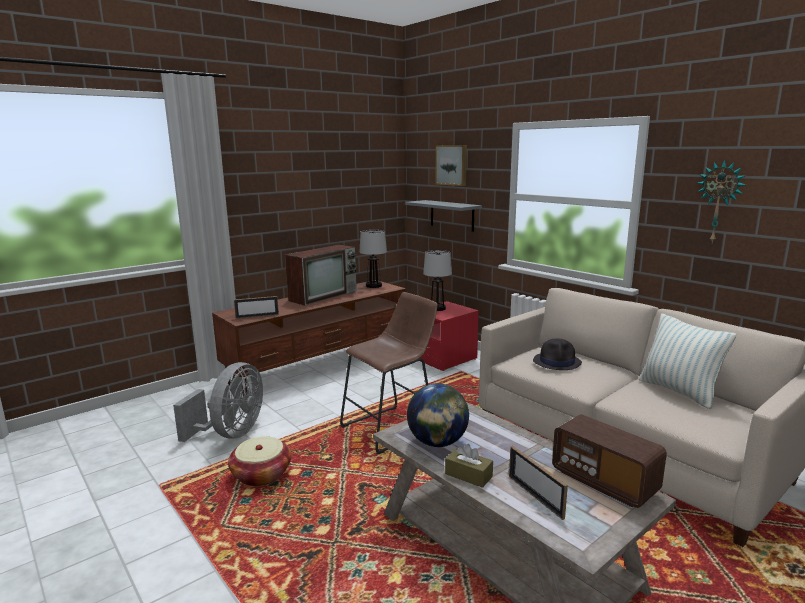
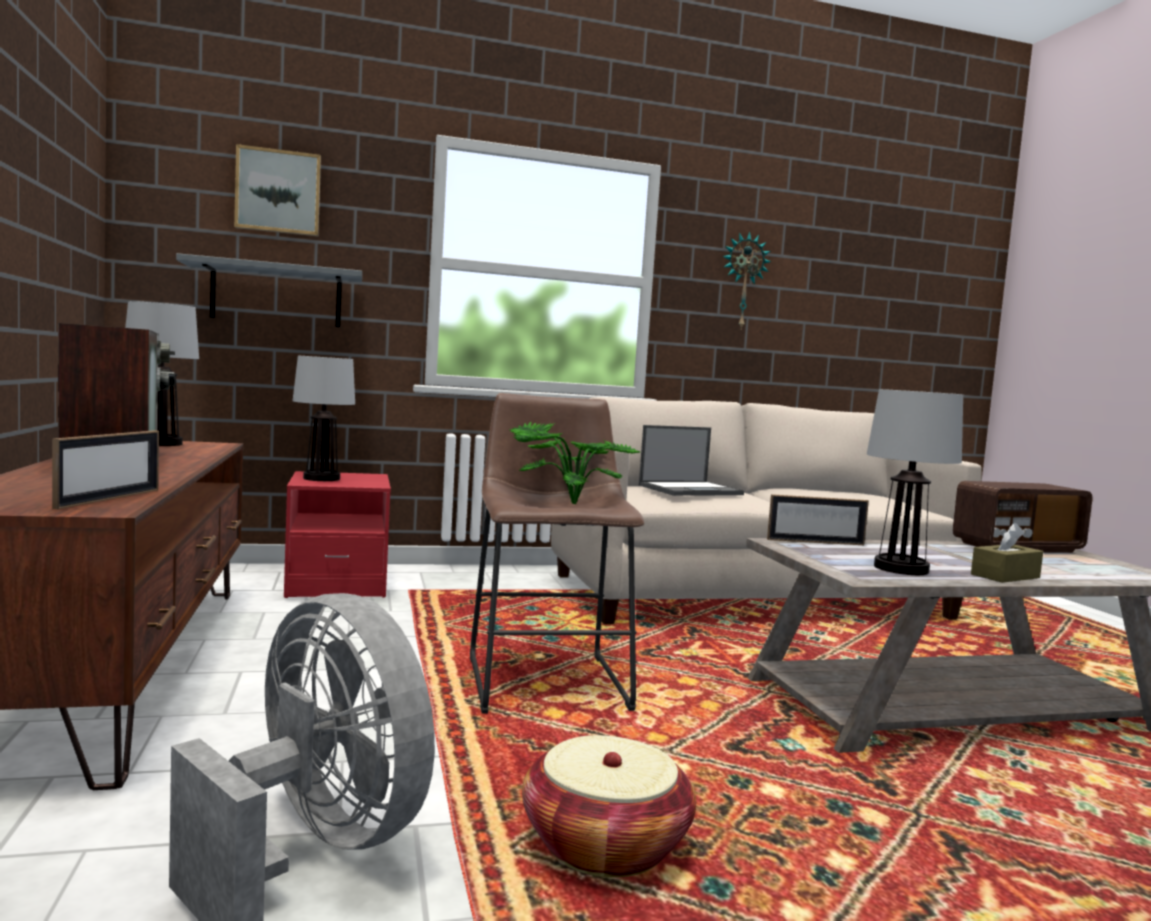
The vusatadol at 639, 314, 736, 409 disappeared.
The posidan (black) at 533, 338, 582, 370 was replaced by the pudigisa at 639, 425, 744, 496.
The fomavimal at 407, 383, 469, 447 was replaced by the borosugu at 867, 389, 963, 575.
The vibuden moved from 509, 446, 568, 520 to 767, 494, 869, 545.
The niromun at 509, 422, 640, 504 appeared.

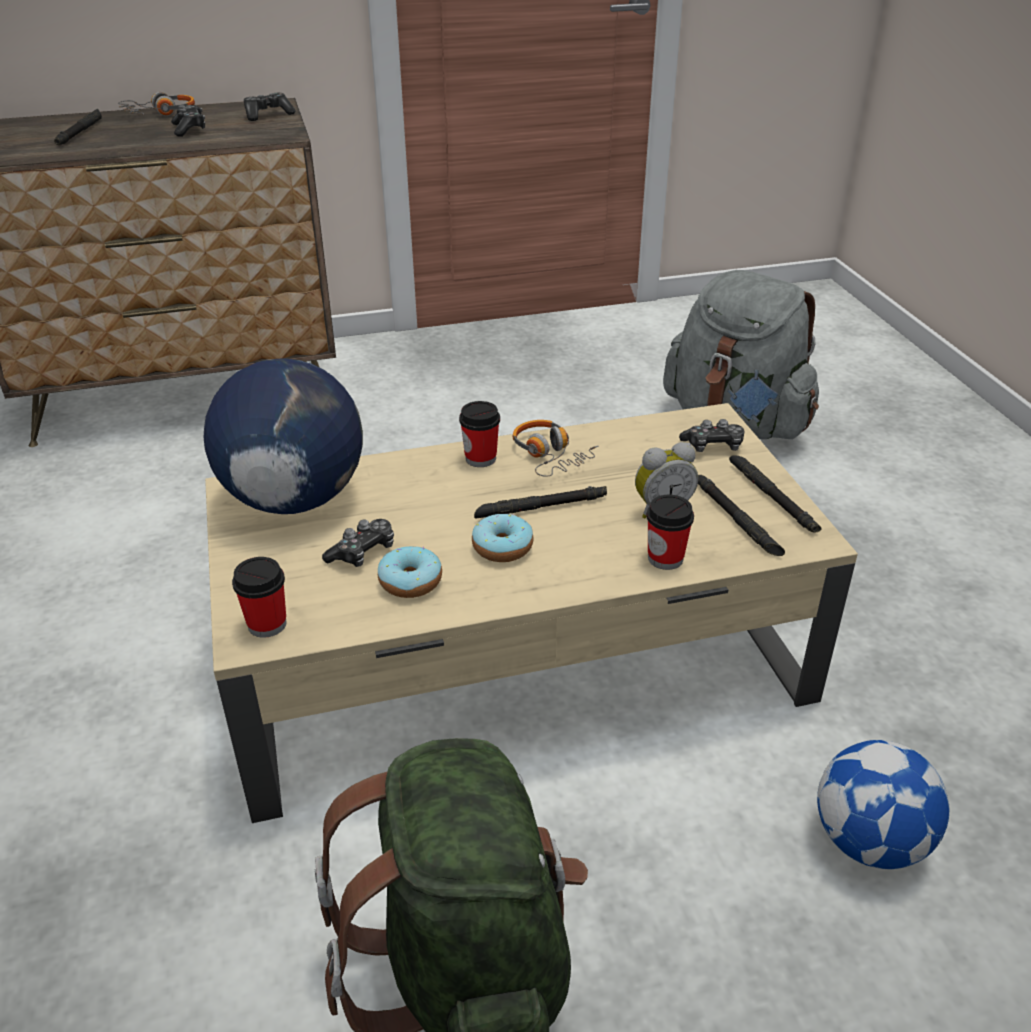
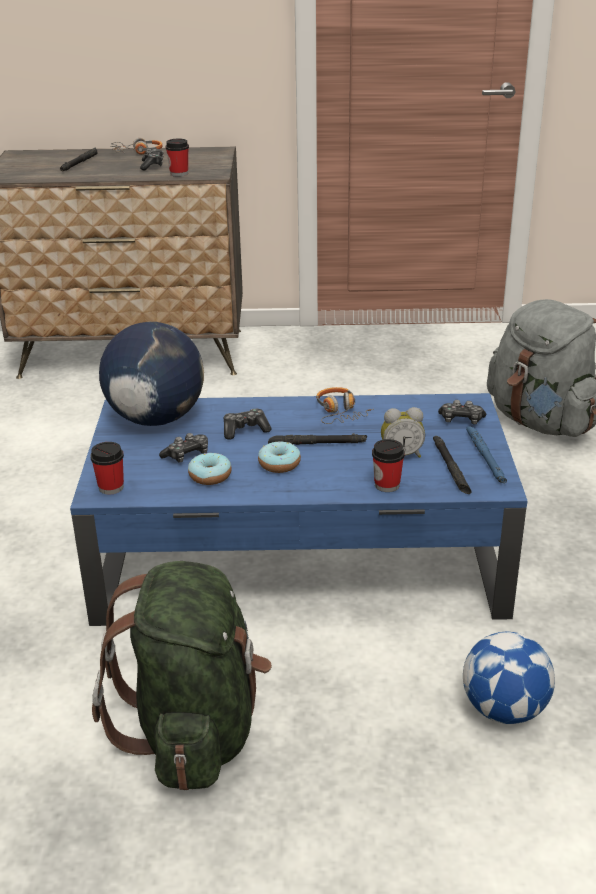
The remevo moved from 244, 93, 296, 121 to 224, 409, 271, 440.
The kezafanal moved from 459, 401, 500, 467 to 165, 139, 189, 177.
The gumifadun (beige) at 205, 403, 858, 823 became the gumifadun (blue) at 70, 393, 527, 626.
The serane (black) at 729, 455, 821, 532 became the serane (blue) at 466, 426, 507, 483.

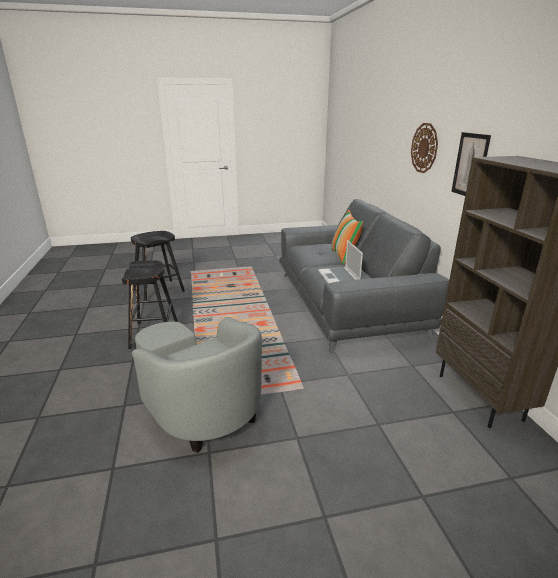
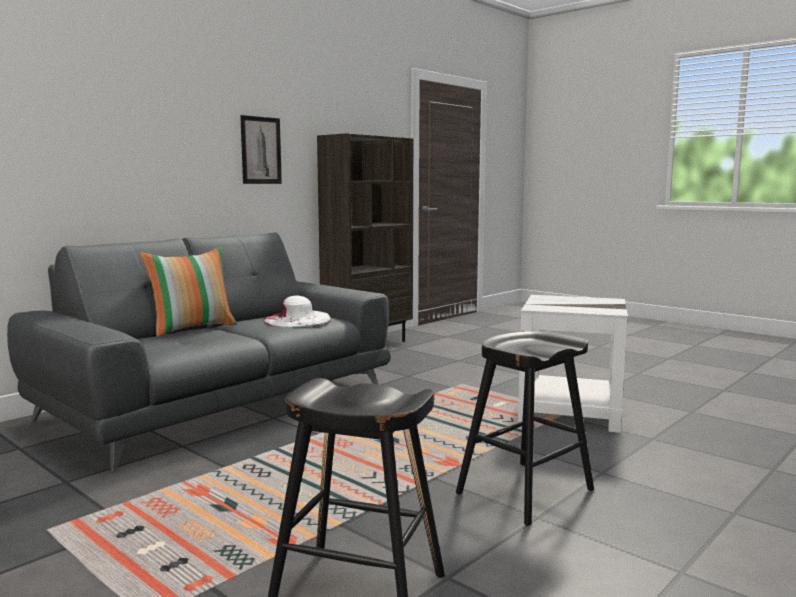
The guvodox at 411, 123, 438, 173 disappeared.
The pudigisa at 318, 240, 363, 283 was replaced by the posidan (white) at 263, 295, 331, 327.
The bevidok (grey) at 132, 317, 262, 453 was replaced by the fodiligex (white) at 518, 295, 628, 433.

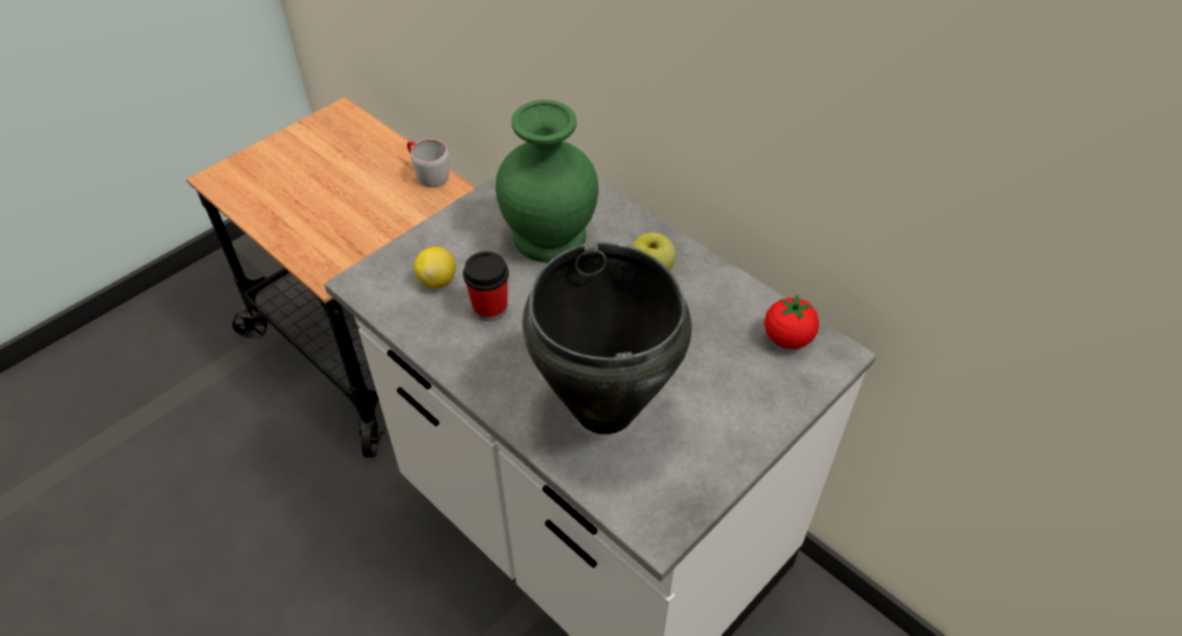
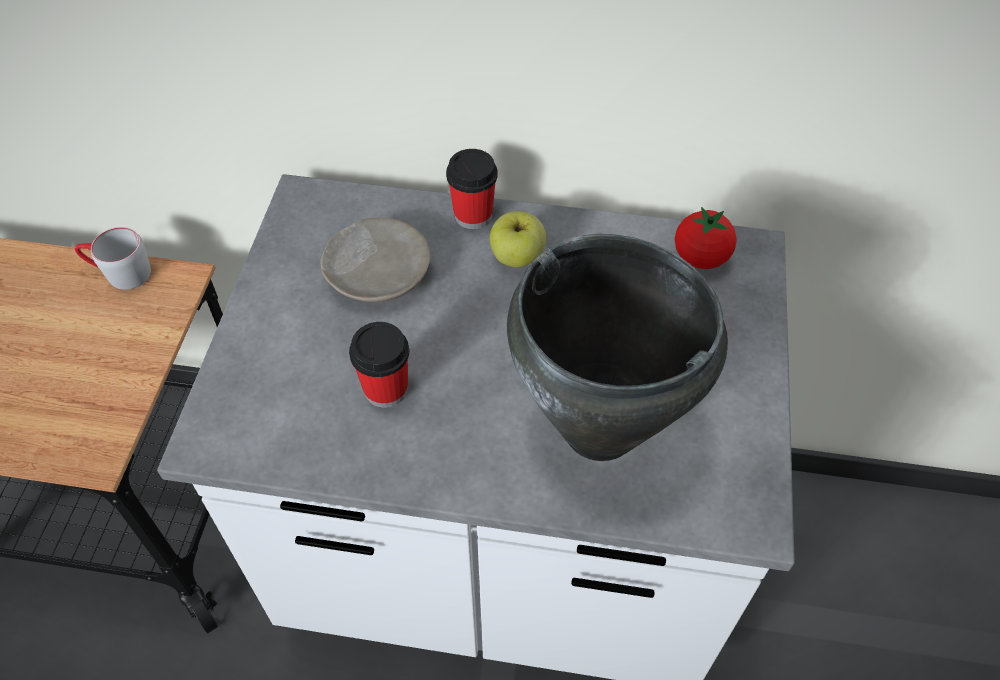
The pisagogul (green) at 495, 100, 599, 263 was replaced by the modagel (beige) at 320, 217, 430, 302.
The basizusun at 414, 247, 456, 289 disappeared.
The kezafanal at 446, 149, 498, 229 appeared.

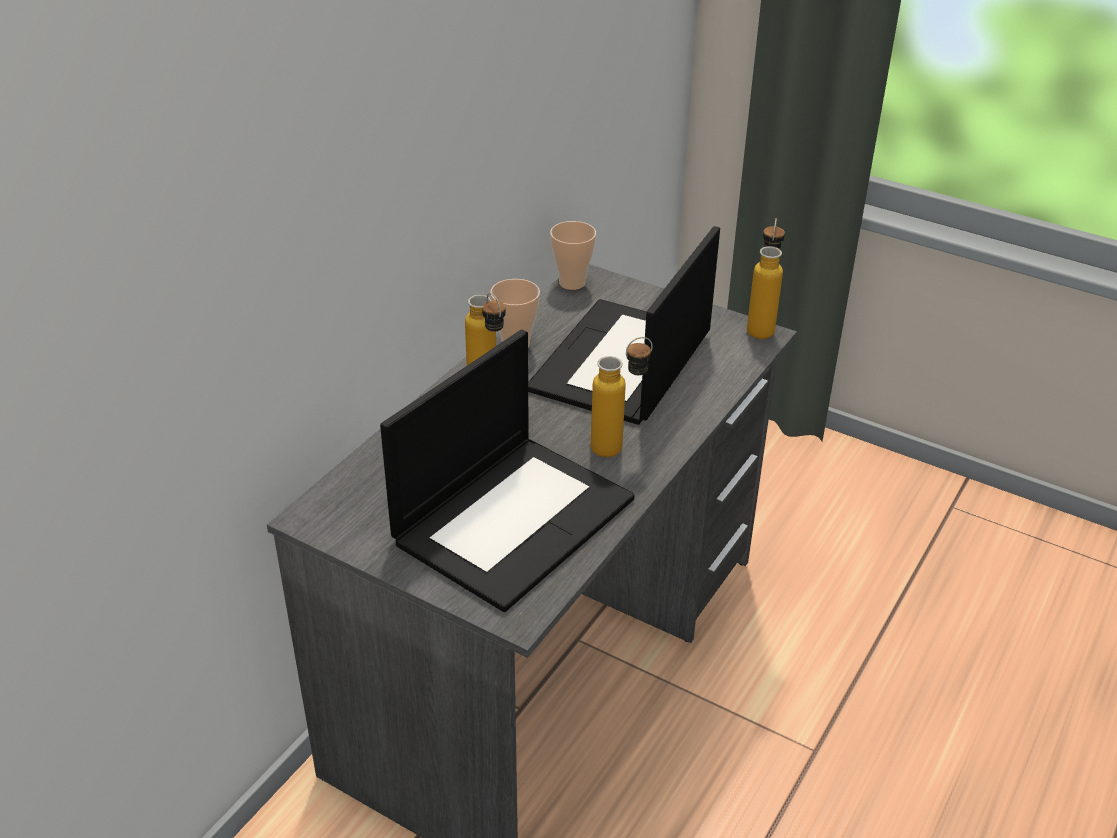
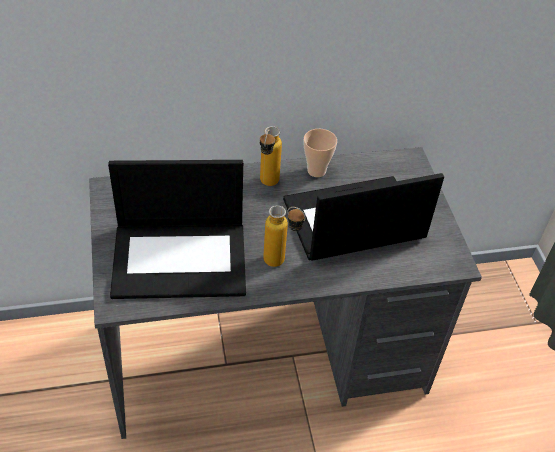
The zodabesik at 747, 218, 785, 339 disappeared.
The kezafanal at 550, 221, 596, 290 disappeared.

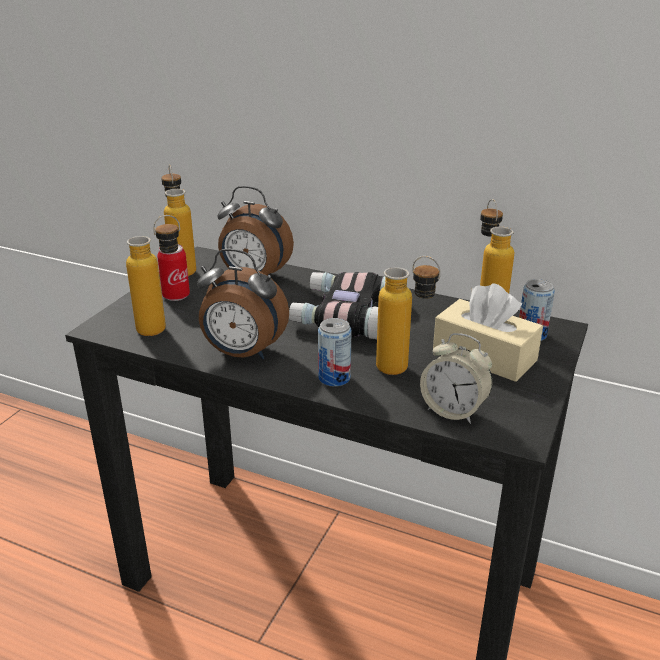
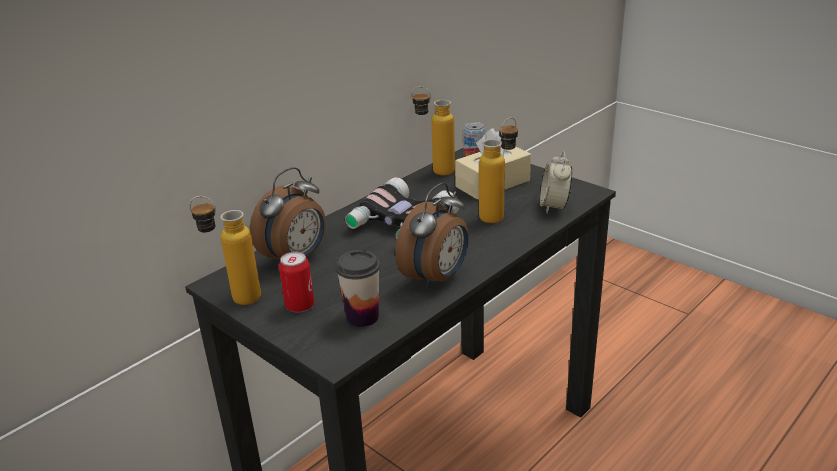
The zodabesik at 126, 215, 180, 336 was replaced by the kezafanal at 336, 250, 380, 327.
The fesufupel at 318, 318, 352, 387 disappeared.
The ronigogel at 420, 333, 493, 424 turned 135 degrees clockwise.

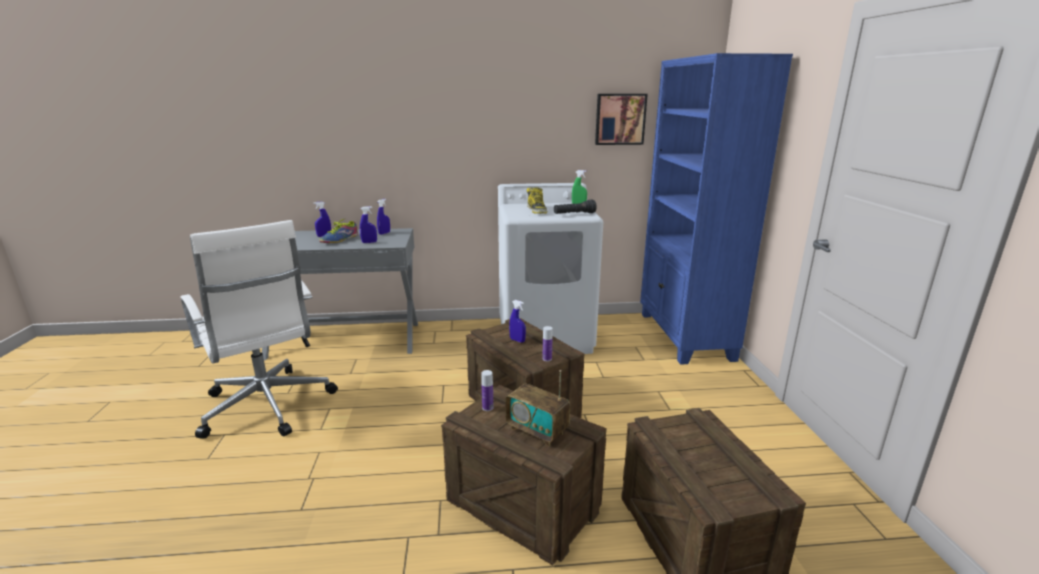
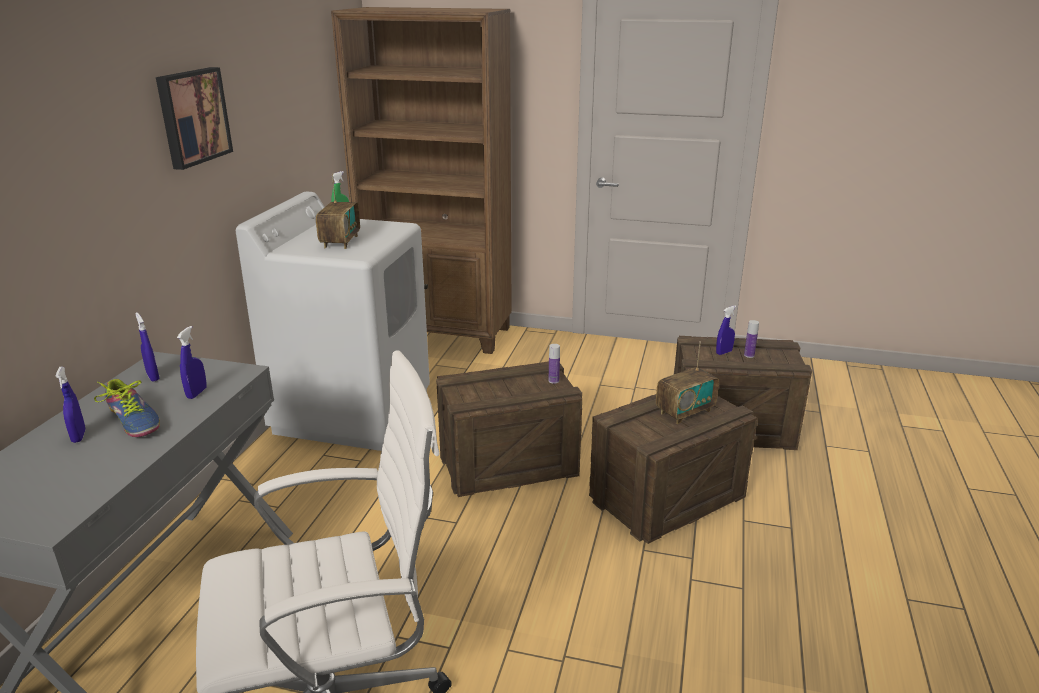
The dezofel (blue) at 640, 53, 793, 365 became the dezofel (brown) at 331, 7, 512, 354.
The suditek moved from 595, 94, 648, 145 to 156, 67, 233, 170.
The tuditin at 527, 187, 547, 214 was replaced by the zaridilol at 316, 174, 360, 249.
The serane (black) at 554, 199, 597, 214 disappeared.
The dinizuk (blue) moved from 509, 300, 526, 343 to 716, 305, 736, 355.
The zodabesik moved from 482, 370, 493, 411 to 744, 320, 759, 358.

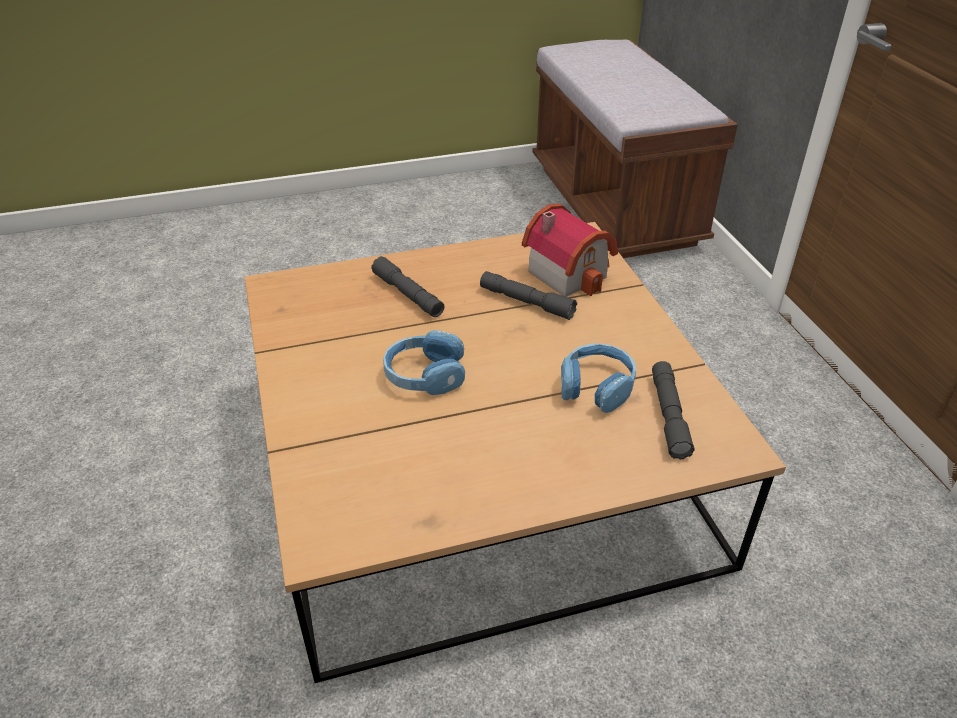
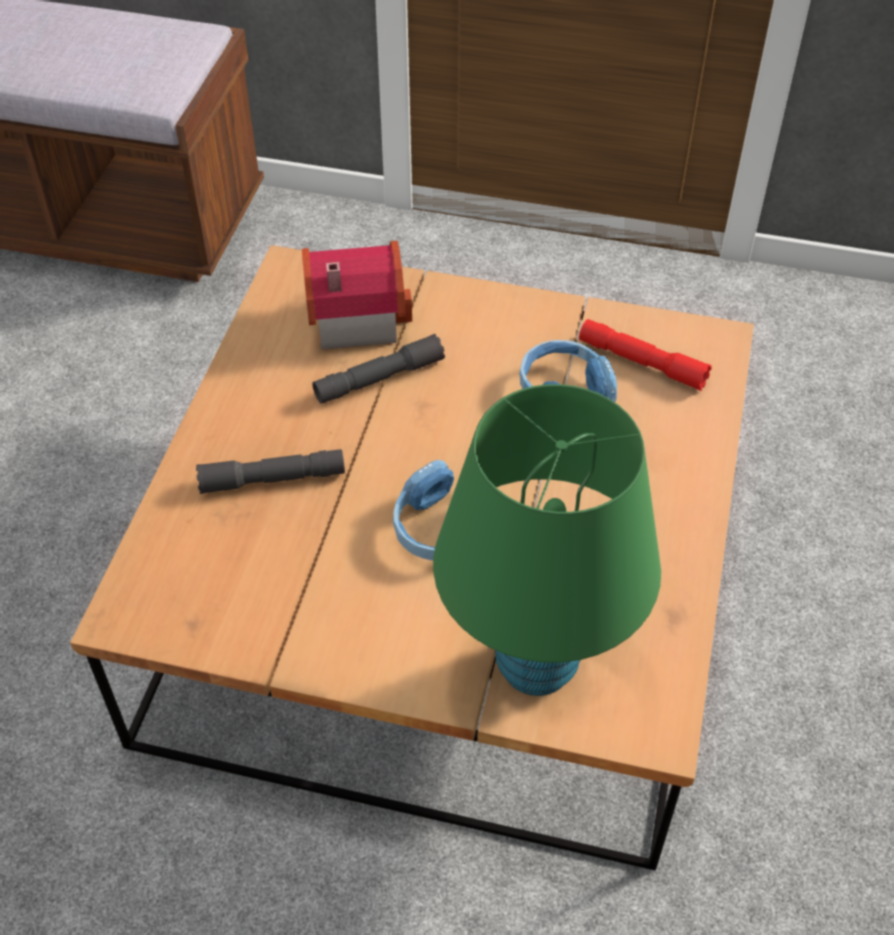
The serane (grey) at 652, 361, 695, 460 became the serane (red) at 579, 319, 712, 391.
The borosugu (green) at 433, 384, 661, 696 appeared.

